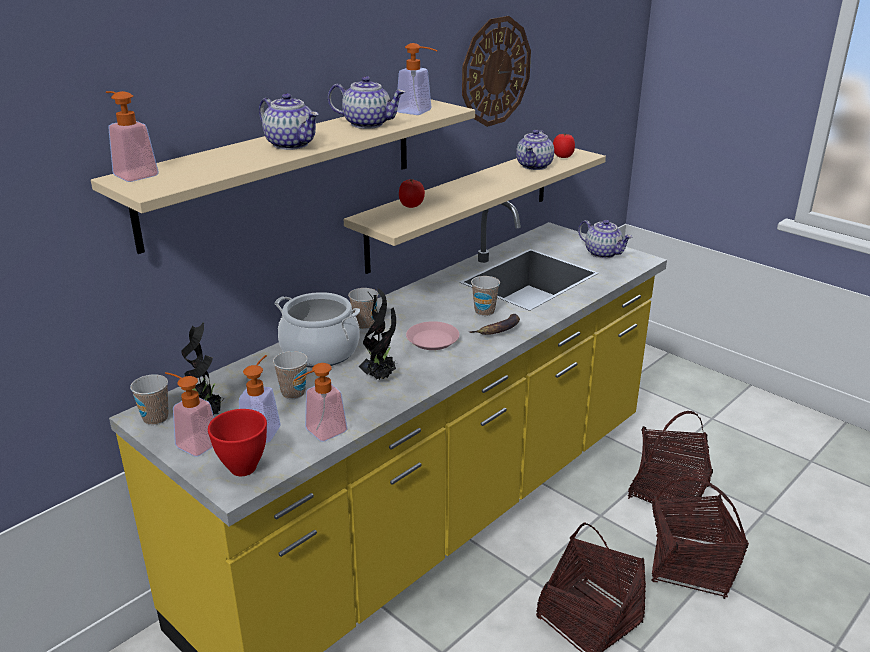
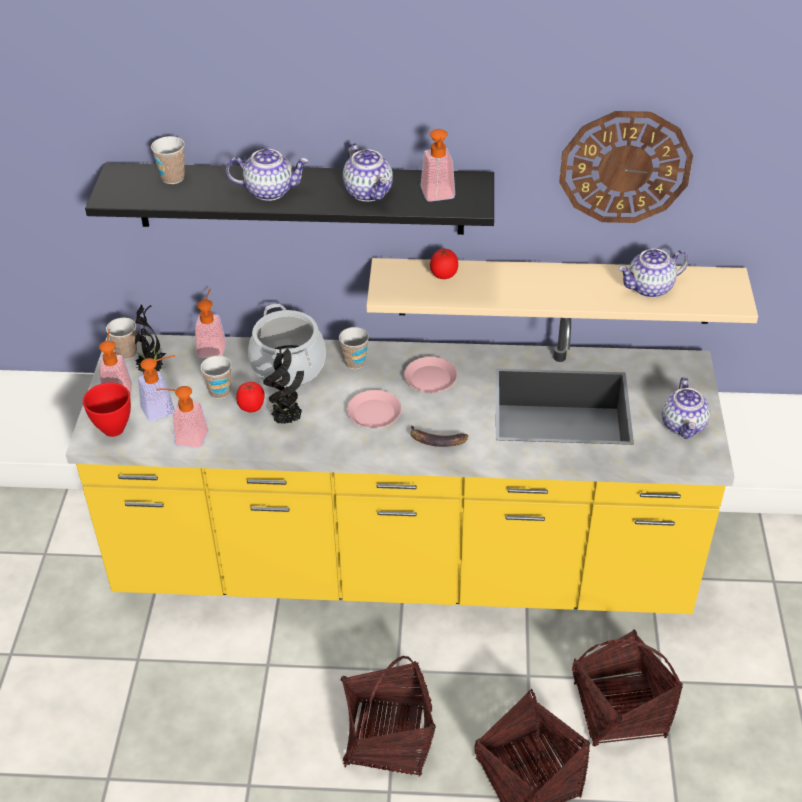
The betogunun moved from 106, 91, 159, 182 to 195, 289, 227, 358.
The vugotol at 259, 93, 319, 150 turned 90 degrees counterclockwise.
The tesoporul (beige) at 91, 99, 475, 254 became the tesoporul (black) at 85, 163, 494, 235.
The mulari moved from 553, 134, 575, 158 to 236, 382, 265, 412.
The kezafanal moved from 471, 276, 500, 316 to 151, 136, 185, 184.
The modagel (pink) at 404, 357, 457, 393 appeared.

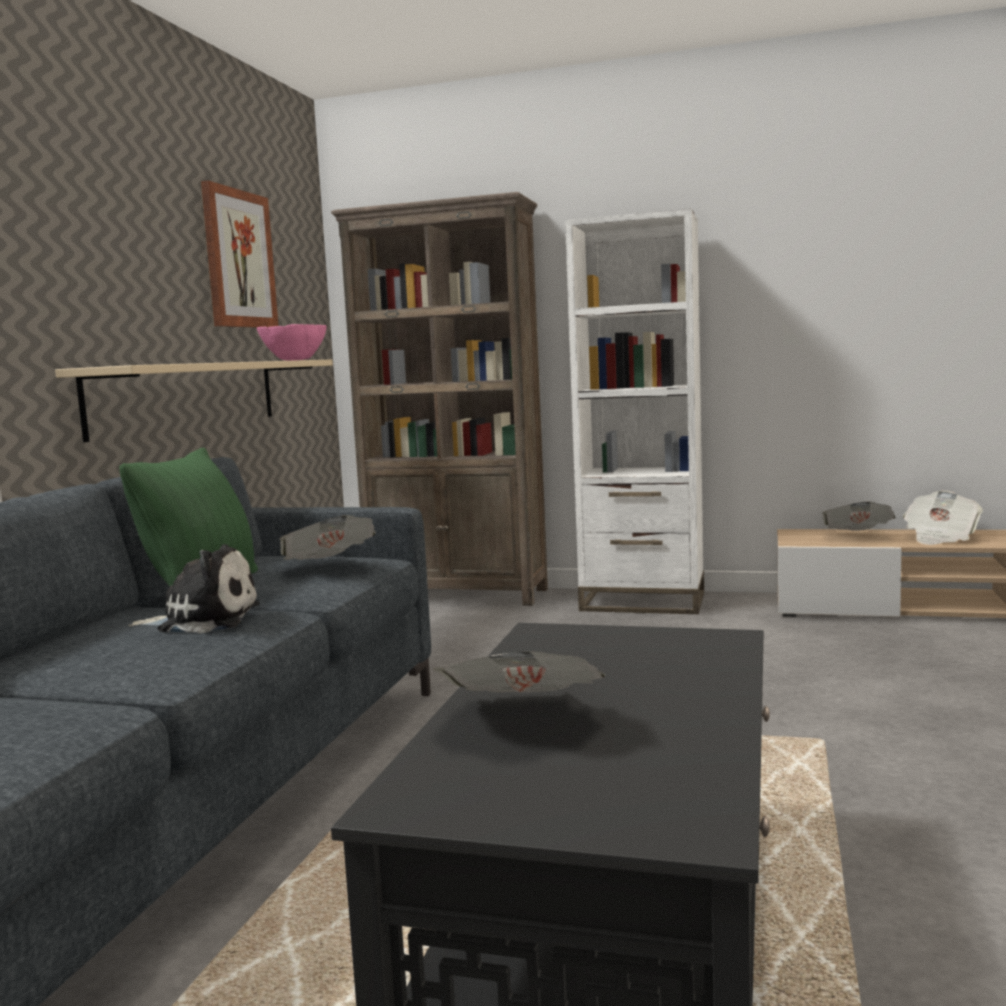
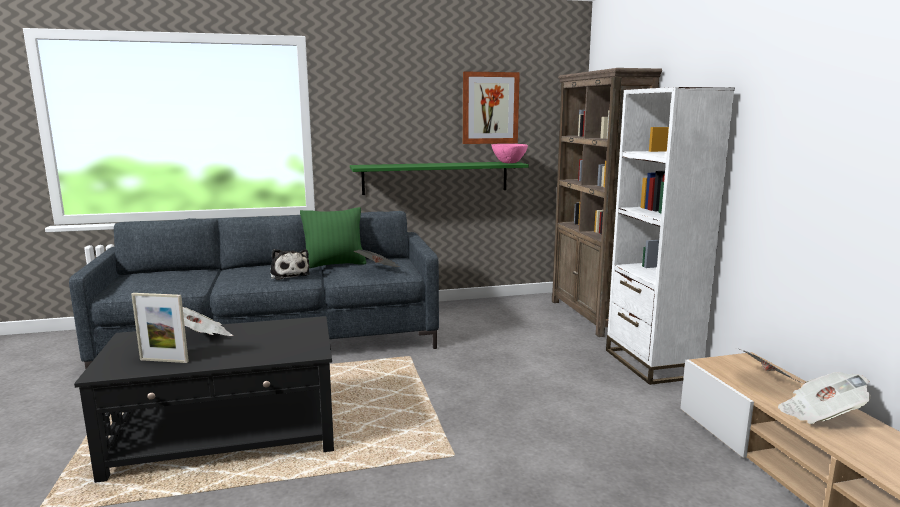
The tesoporul (beige) at 55, 359, 333, 442 became the tesoporul (green) at 350, 162, 529, 195.
The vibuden at 131, 293, 189, 363 appeared.

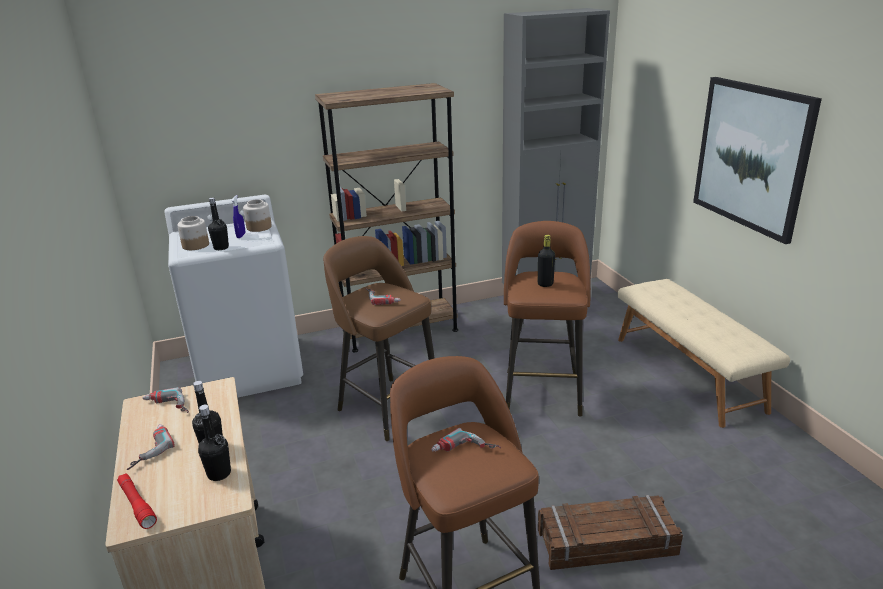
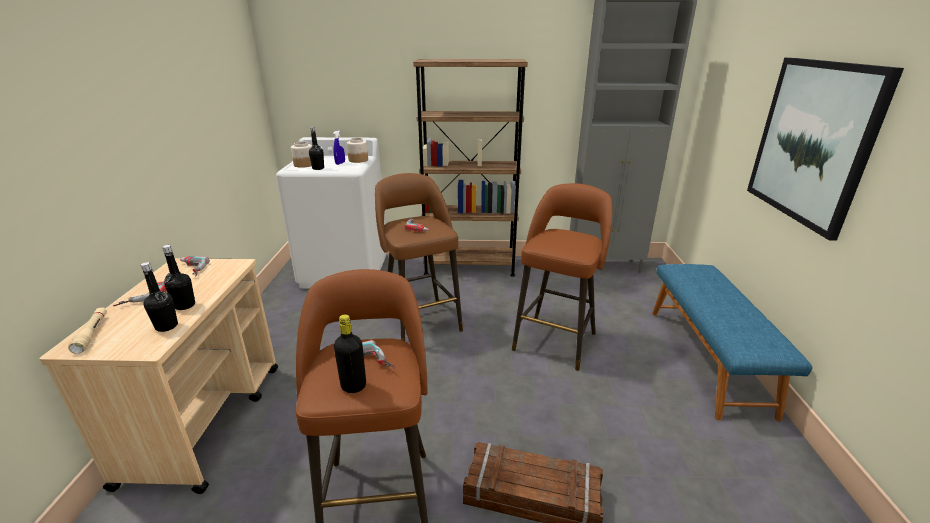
The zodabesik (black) moved from 538, 235, 555, 287 to 334, 314, 366, 393.
The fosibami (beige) at 618, 279, 790, 428 became the fosibami (blue) at 652, 264, 813, 422.
The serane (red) at 117, 473, 157, 529 became the serane (beige) at 68, 307, 107, 354.

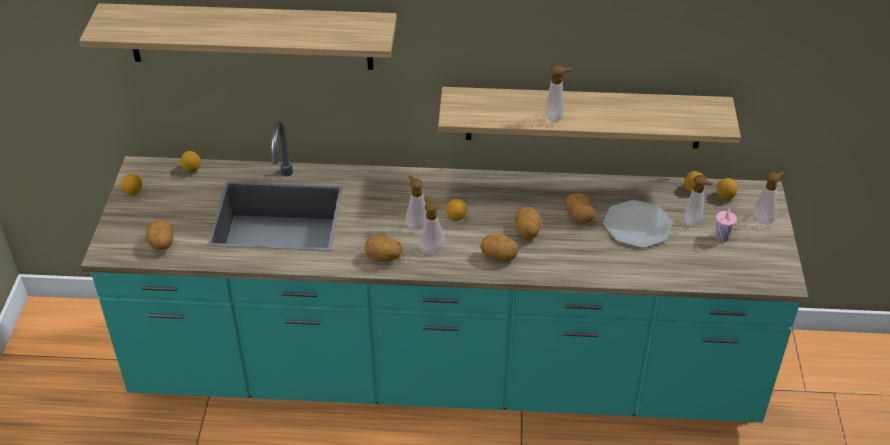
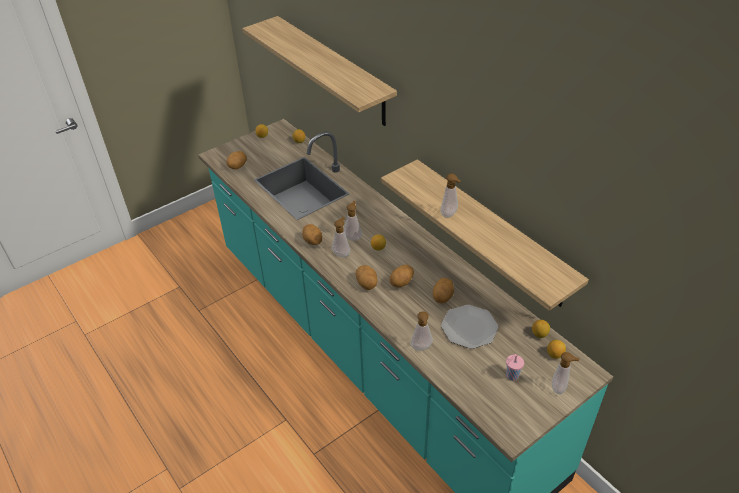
The betogunun moved from 684, 175, 713, 227 to 411, 312, 433, 351.

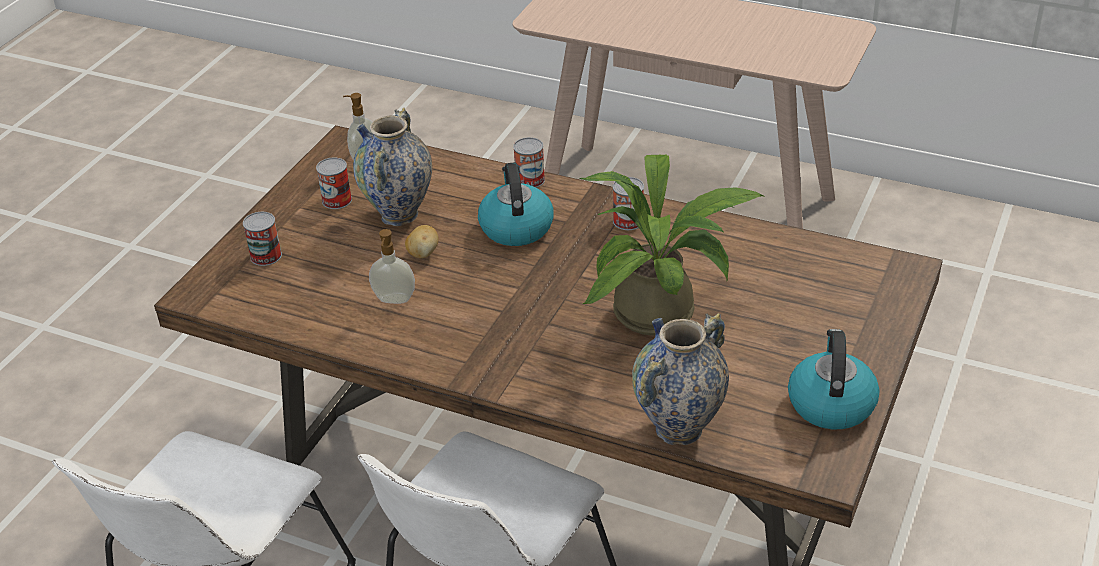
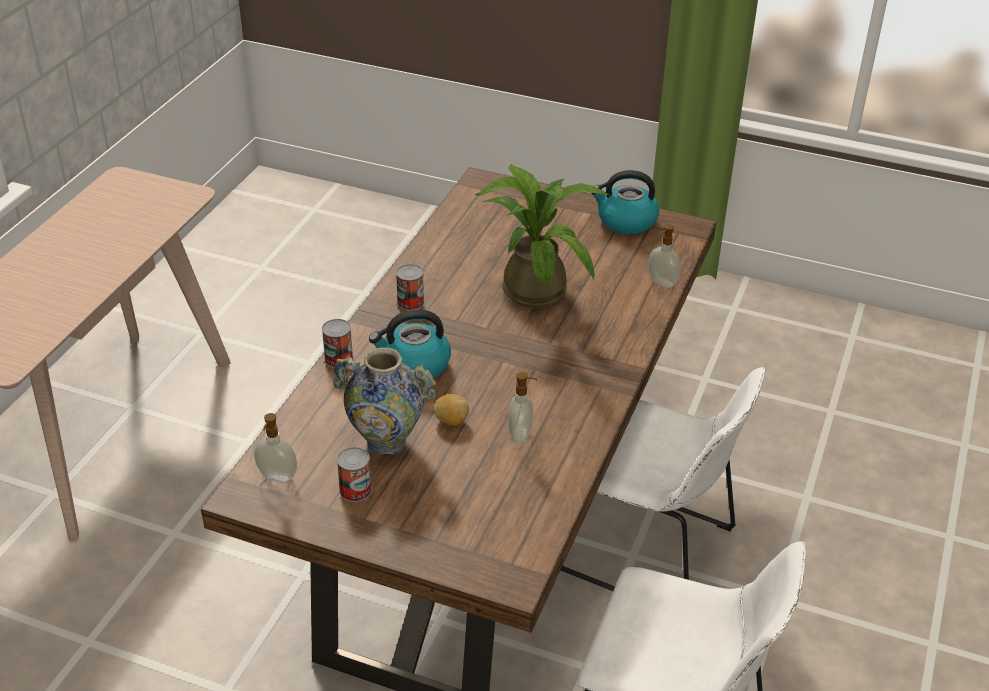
The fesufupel at 243, 212, 282, 266 disappeared.
The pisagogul at 632, 313, 729, 445 was replaced by the betogunun at 648, 224, 681, 288.

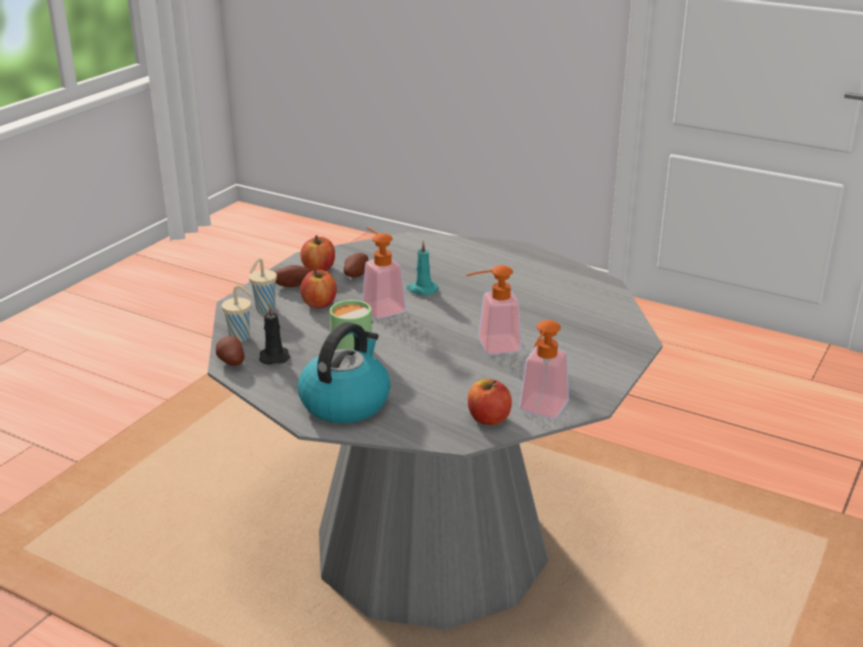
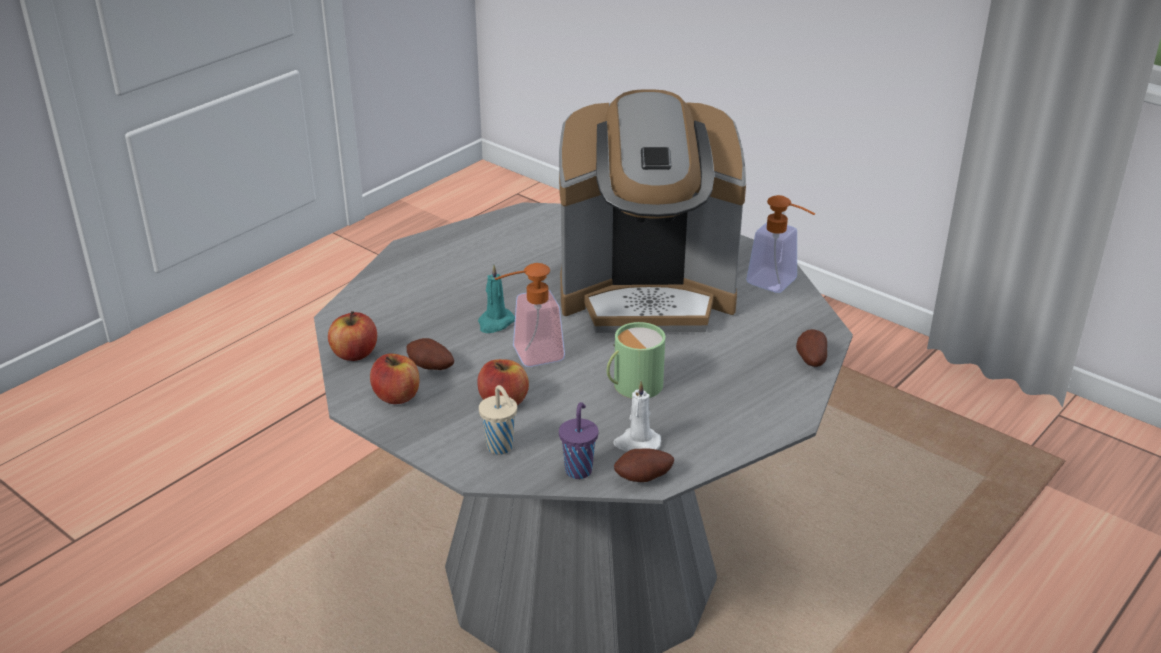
The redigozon moved from 274, 265, 311, 287 to 796, 329, 827, 367.
The betogunun at 466, 265, 521, 354 was replaced by the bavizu at 559, 89, 746, 333.
The kezafanal (beige) at 222, 285, 253, 342 became the kezafanal (purple) at 559, 402, 599, 479.
The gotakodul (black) at 259, 304, 290, 365 became the gotakodul (white) at 613, 381, 661, 452.
The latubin at 298, 322, 391, 423 disappeared.
The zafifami moved from 468, 379, 512, 425 to 328, 311, 377, 361.

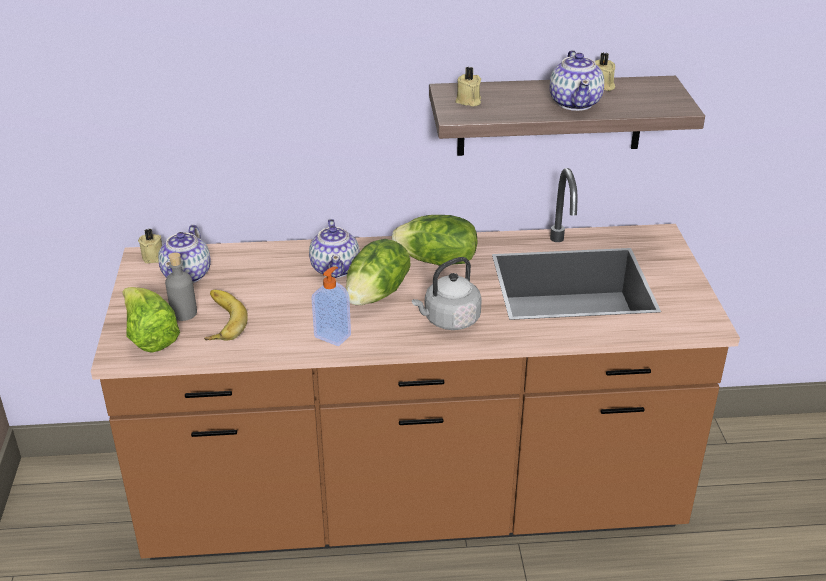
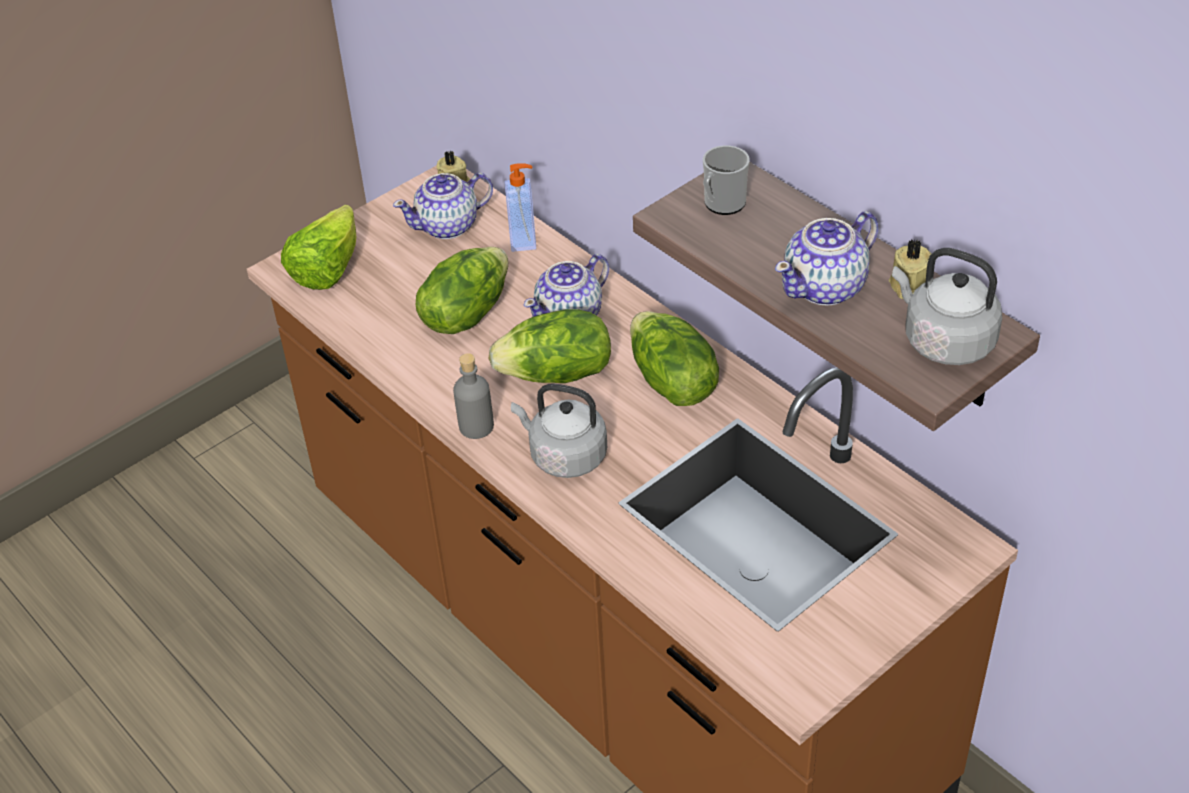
The gotakodul (beige) at 455, 66, 481, 107 was replaced by the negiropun at 703, 145, 750, 215.
The zodabesik (grey) moved from 165, 252, 197, 321 to 453, 353, 494, 439.
The betogunun moved from 312, 266, 351, 346 to 505, 163, 536, 252.
The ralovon at 204, 290, 248, 341 disappeared.
The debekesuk at 416, 247, 508, 334 appeared.
The latubin (grey) at 892, 248, 1002, 365 appeared.

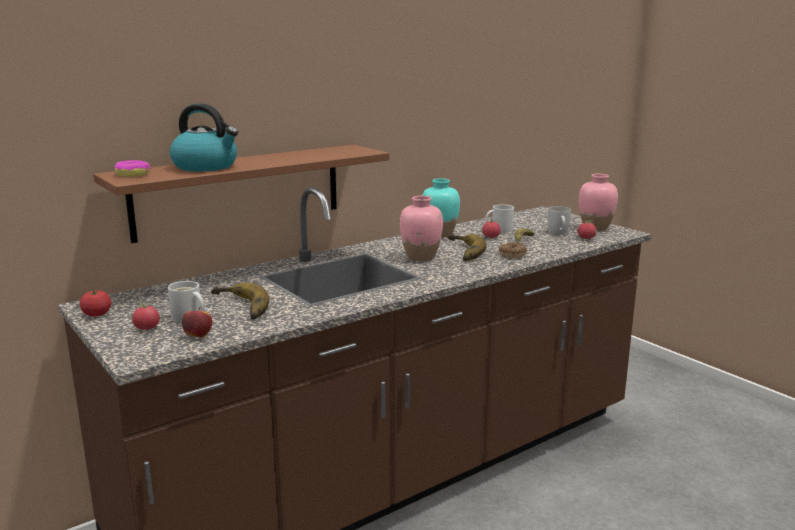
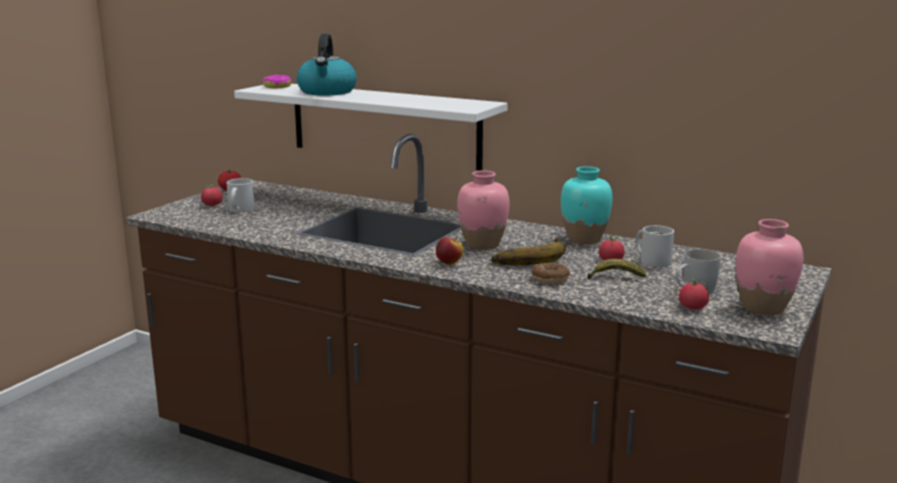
The tesoporul (brown) at 93, 145, 389, 243 became the tesoporul (white) at 234, 84, 508, 171.
The ralovon at 211, 283, 269, 319 disappeared.
The zafifami moved from 182, 307, 212, 337 to 436, 237, 464, 265.

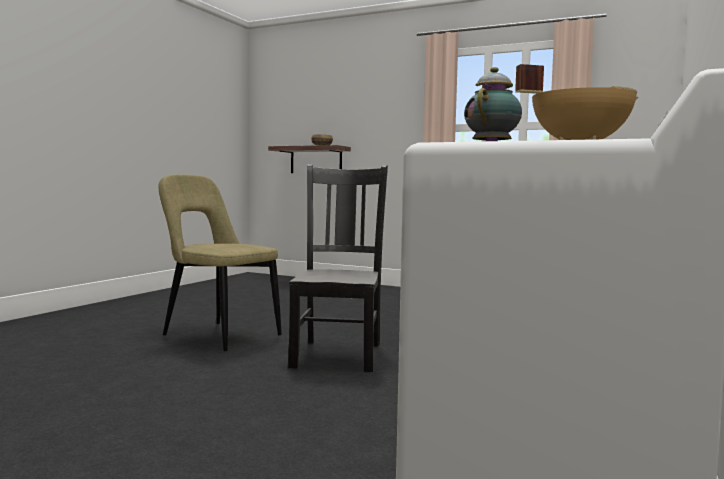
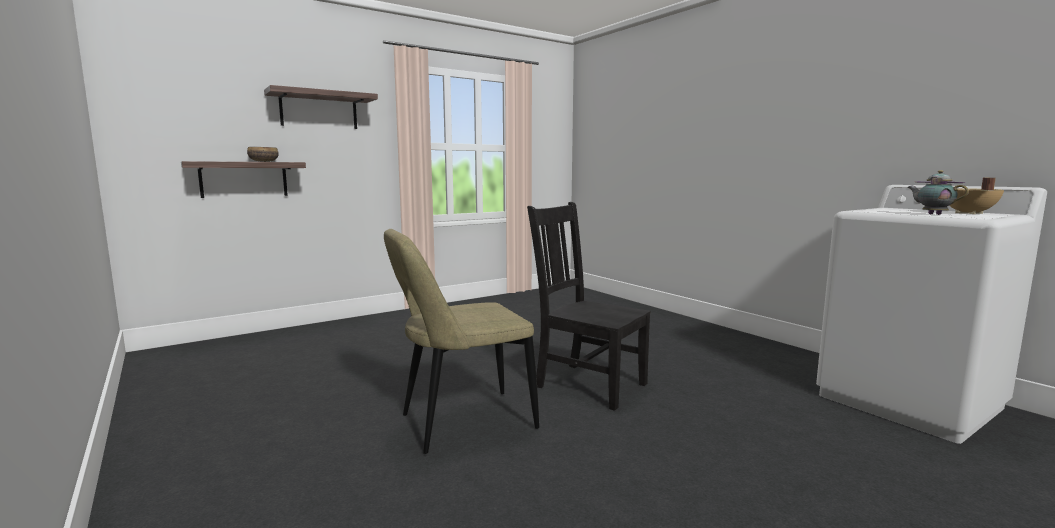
The tesoporul at 264, 85, 378, 129 appeared.

